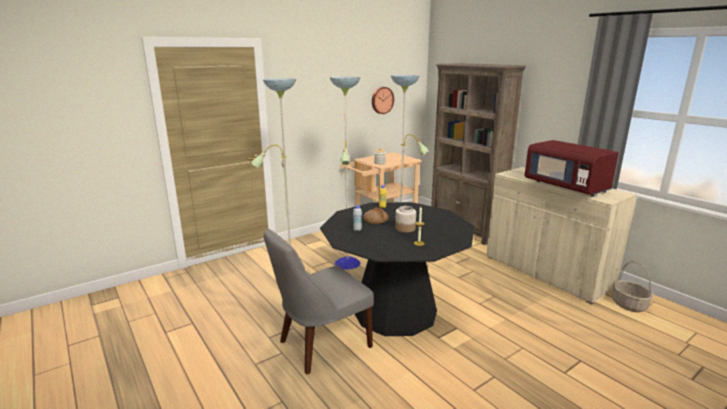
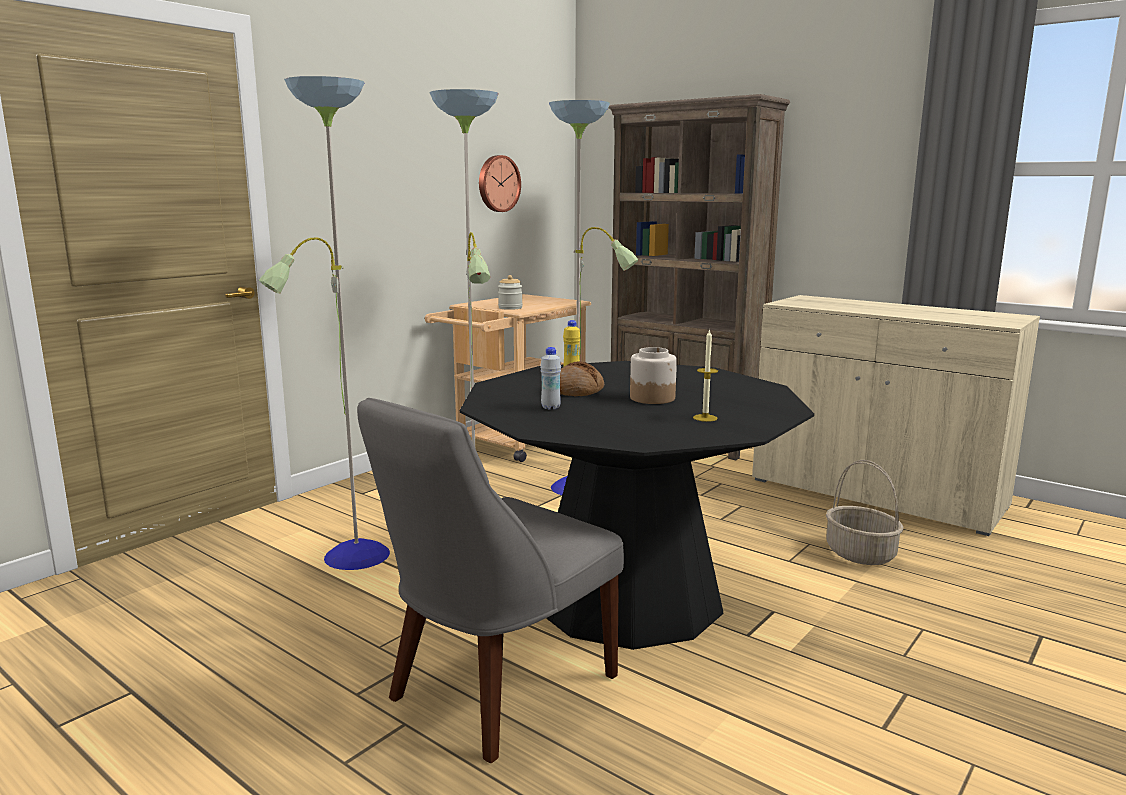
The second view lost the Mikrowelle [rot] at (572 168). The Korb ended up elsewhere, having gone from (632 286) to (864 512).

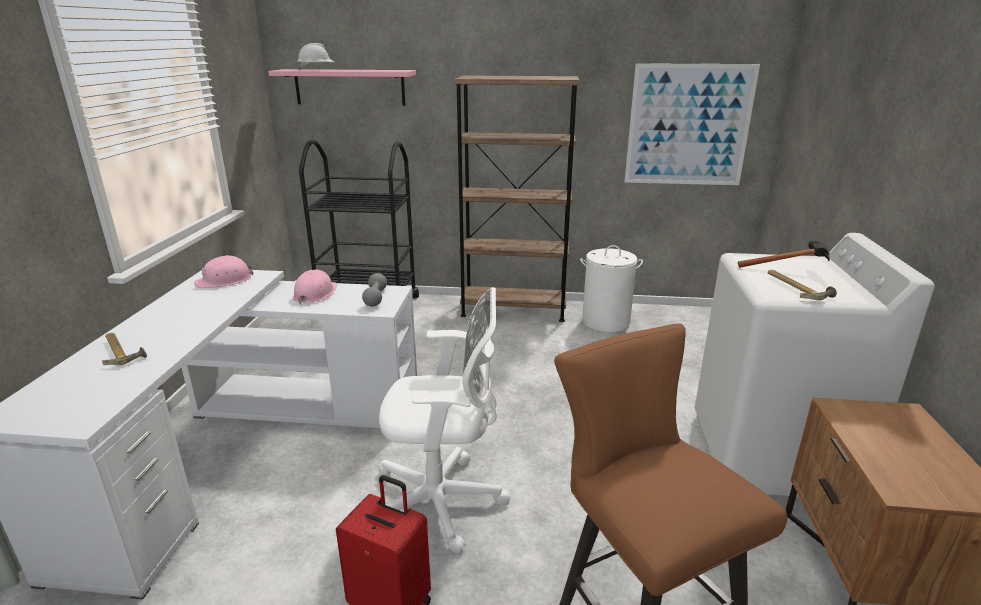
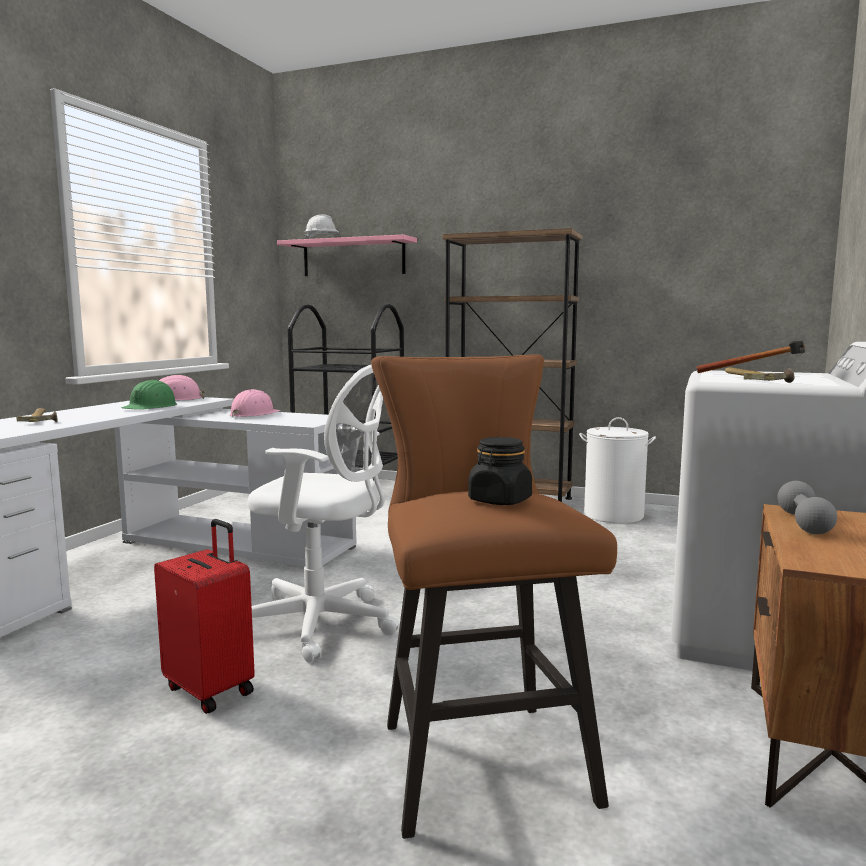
The second view lost the Bild at (692 124). The Hantel [grau] ended up elsewhere, having gone from (374 290) to (807 507). The second view gained the Schutzhelm [grün] at (149 395). The second view gained the Vorratsglas [schwarz] at (500 471).

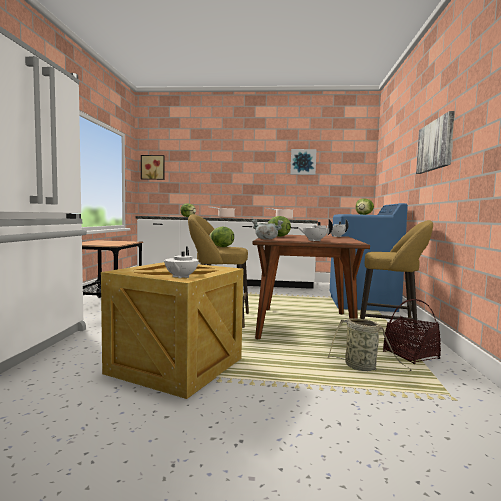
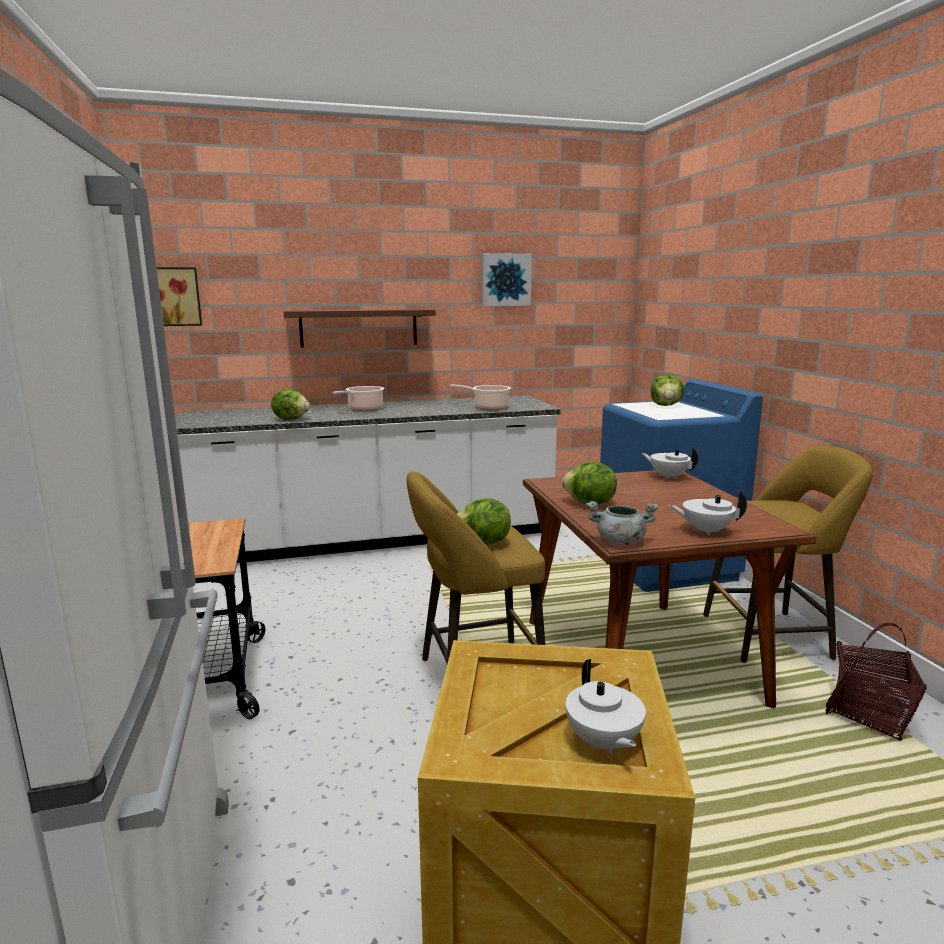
The second view lost the Bild at (435 142). The second view lost the Korb at (370 345). The second view gained the Wandregal [braun] at (360 328).

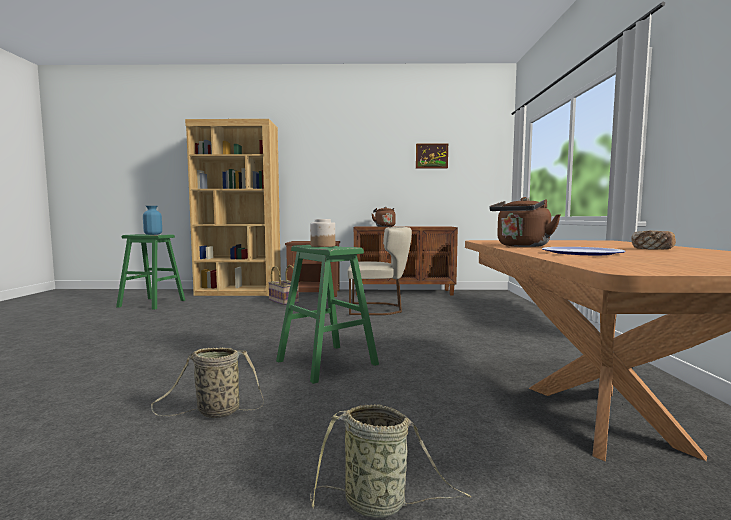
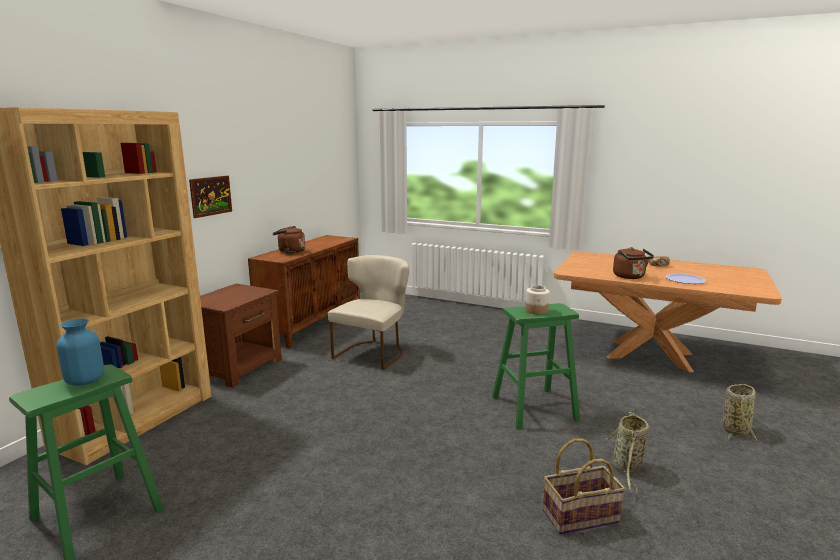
The Bild ended up elsewhere, having gone from (432 155) to (210 197). The Korb ended up elsewhere, having gone from (283 285) to (584 486).

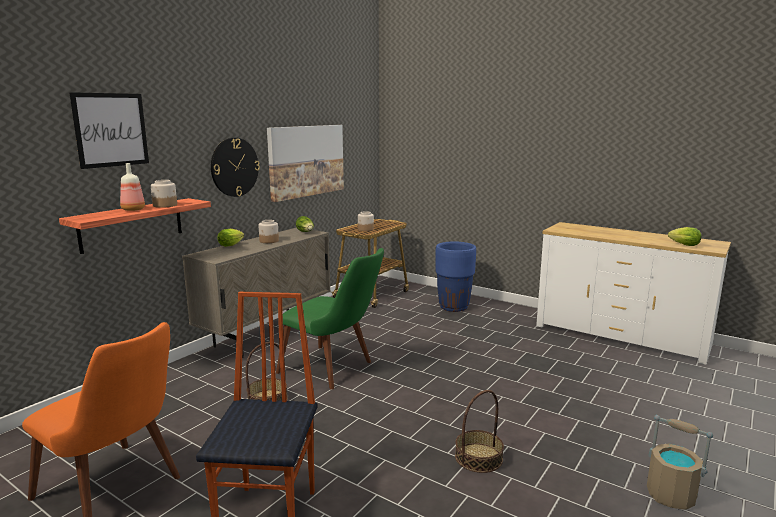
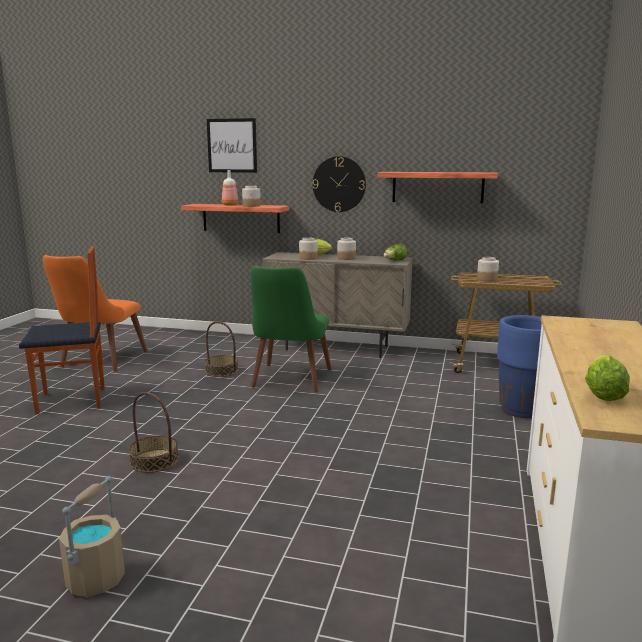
Where the Bild hung at (305 163), the Wandregal came to hang at (437 188). The second view gained the Vorratsglas at (308 248).

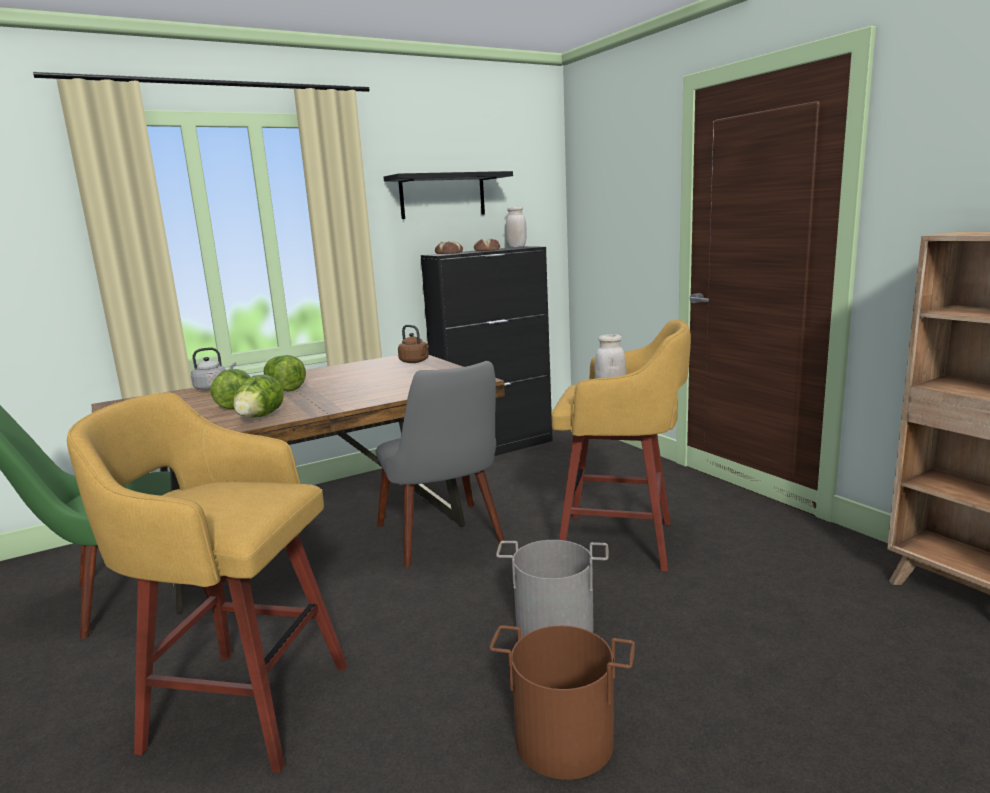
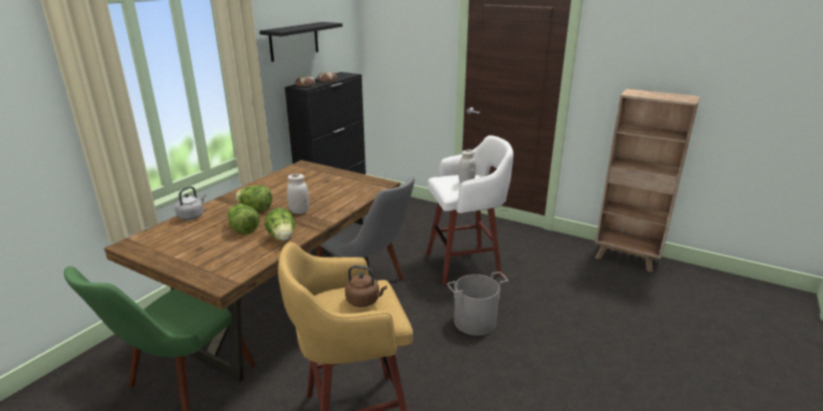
The Vorratsglas [weiß] ended up elsewhere, having gone from (516 227) to (298 194). What was the Hocker [gelb] at (621 446) turned into the Hocker [weiß] at (469 210). The Wasserkessel [braun] ended up elsewhere, having gone from (413 344) to (366 286). The second view lost the Eimer [braun] at (562 702).

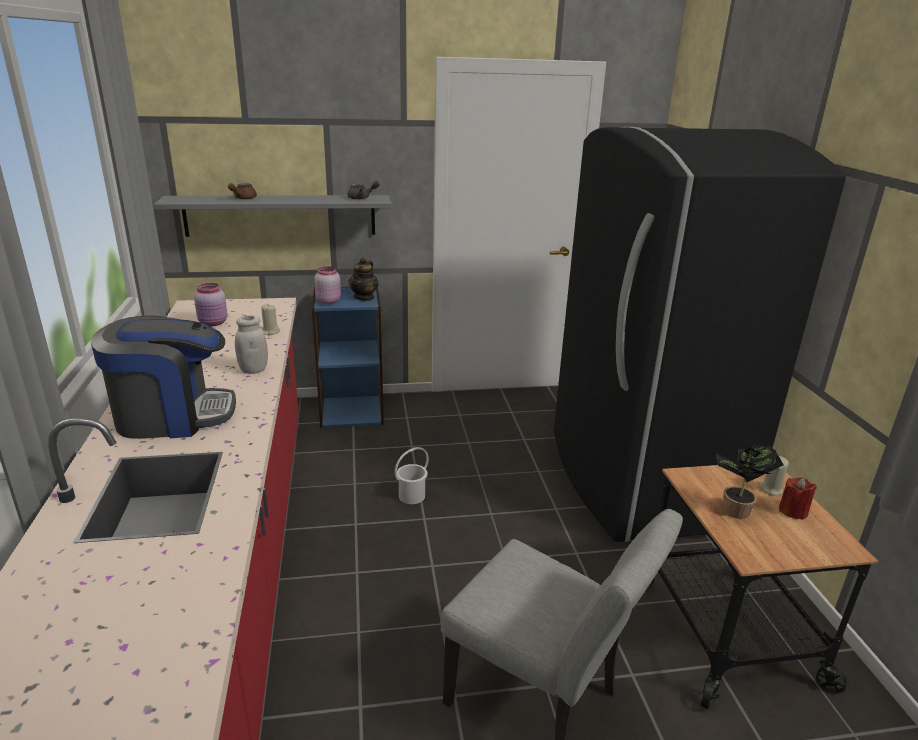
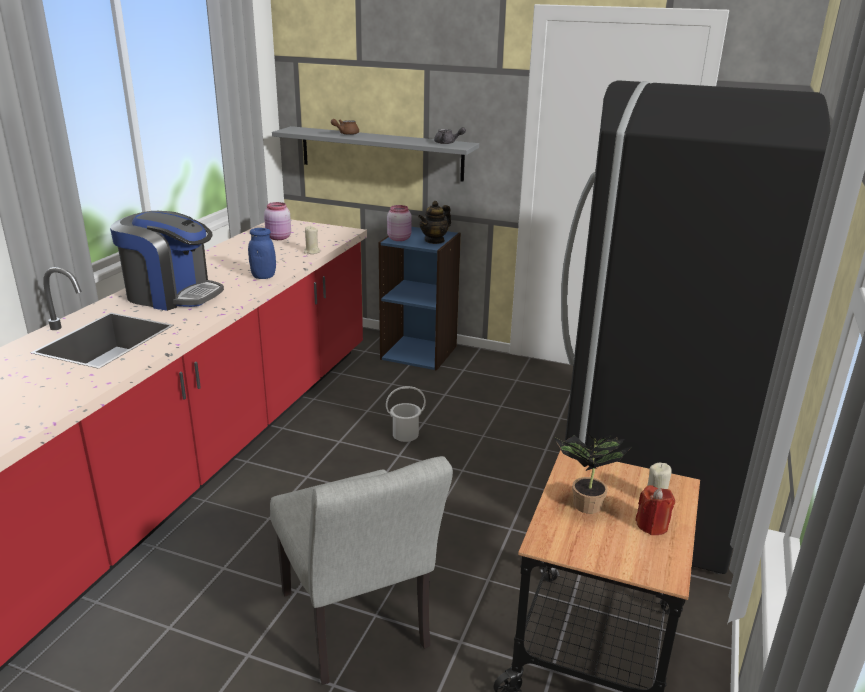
What was the Vorratsglas [weiß] at (251 345) turned into the Vorratsglas [blau] at (262 253).

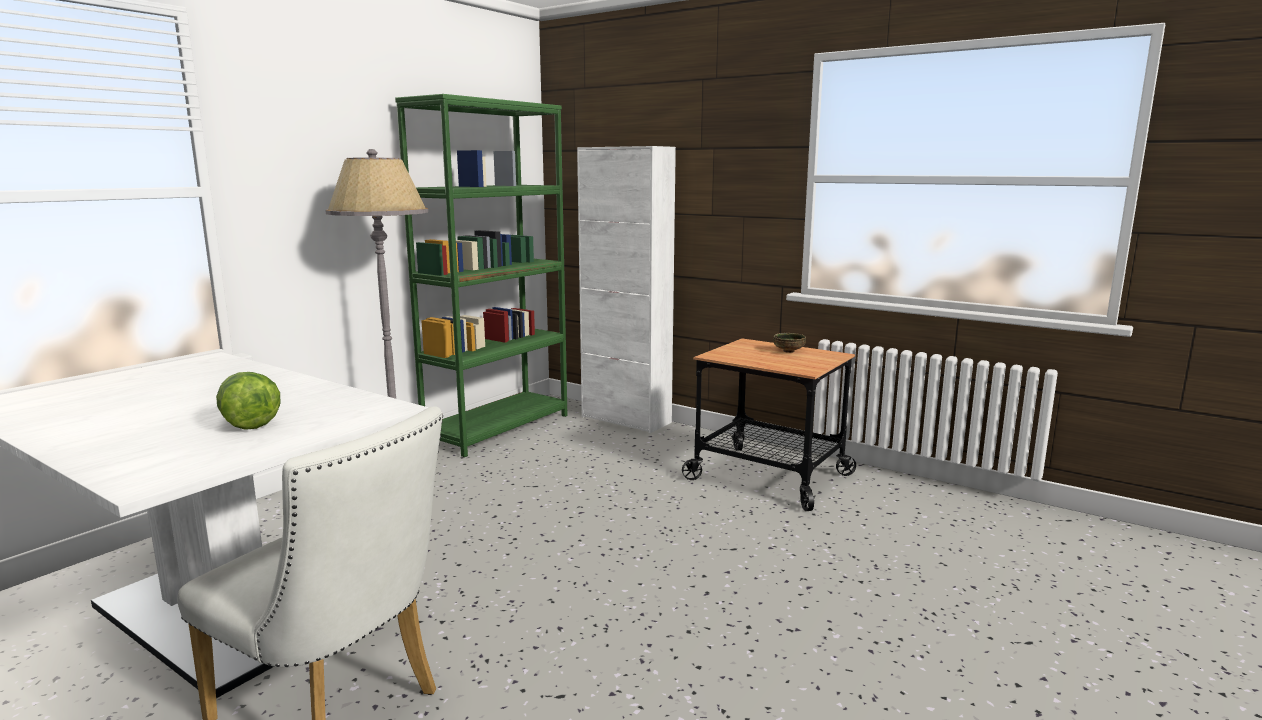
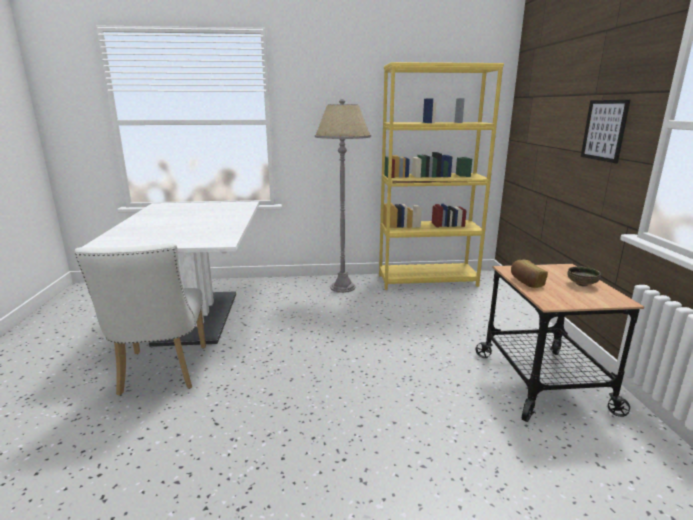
What was the Bücherregal [grün] at (481 275) turned into the Bücherregal [gelb] at (441 176). The second view lost the Schrank [weiß] at (626 289). The second view lost the Salatkopf at (248 401). The second view gained the Bild at (605 131). The second view gained the Brot at (529 273).

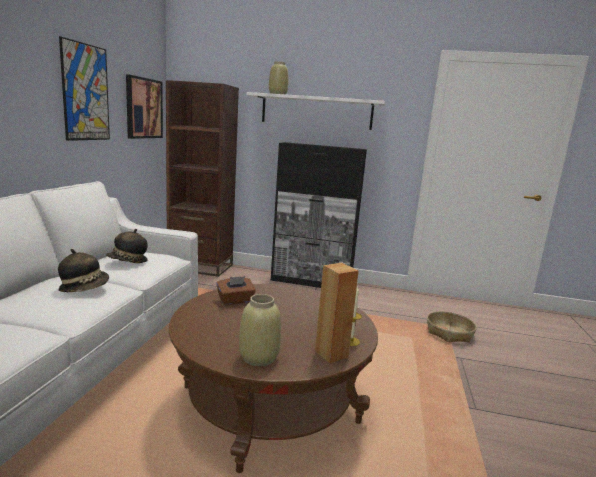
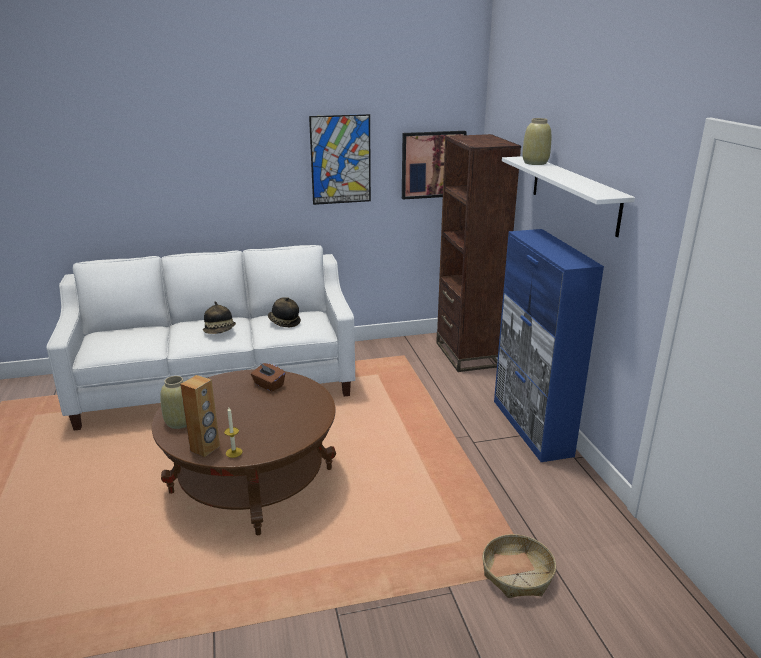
What was the Schrank [schwarz] at (319 215) turned into the Schrank [blau] at (549 345).

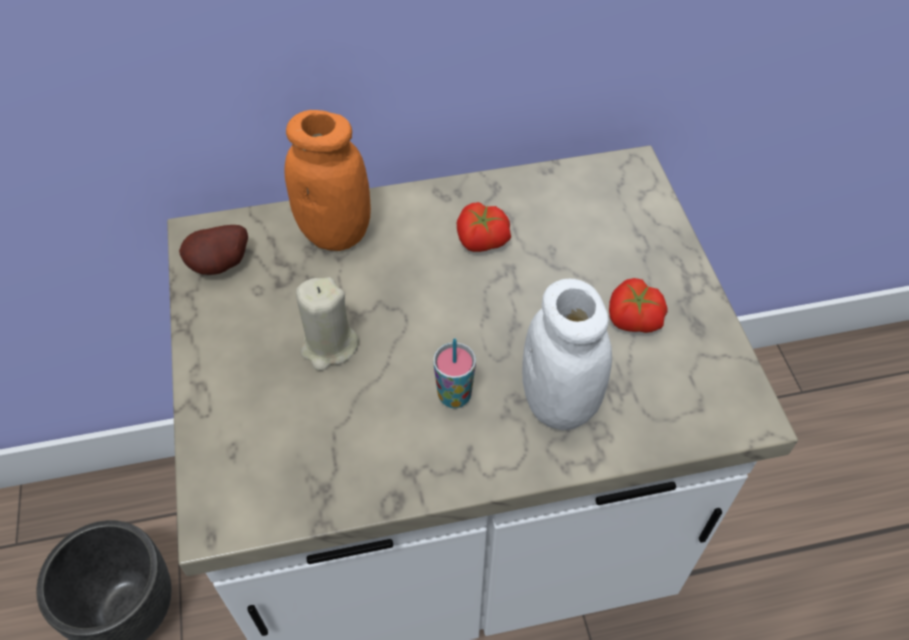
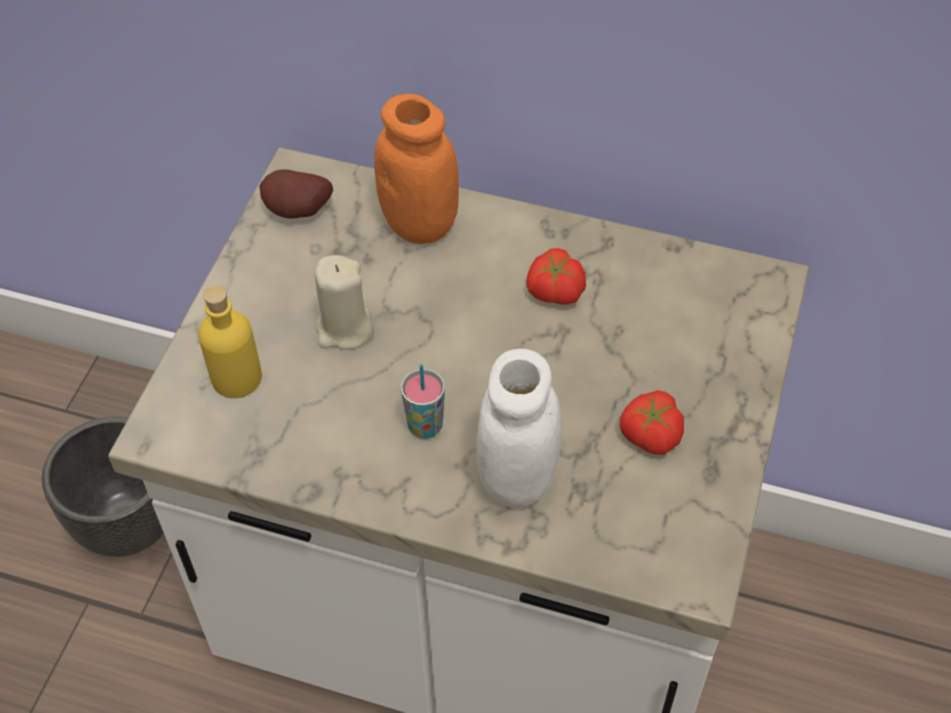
The second view gained the Flasche [gelb] at (230 341).

